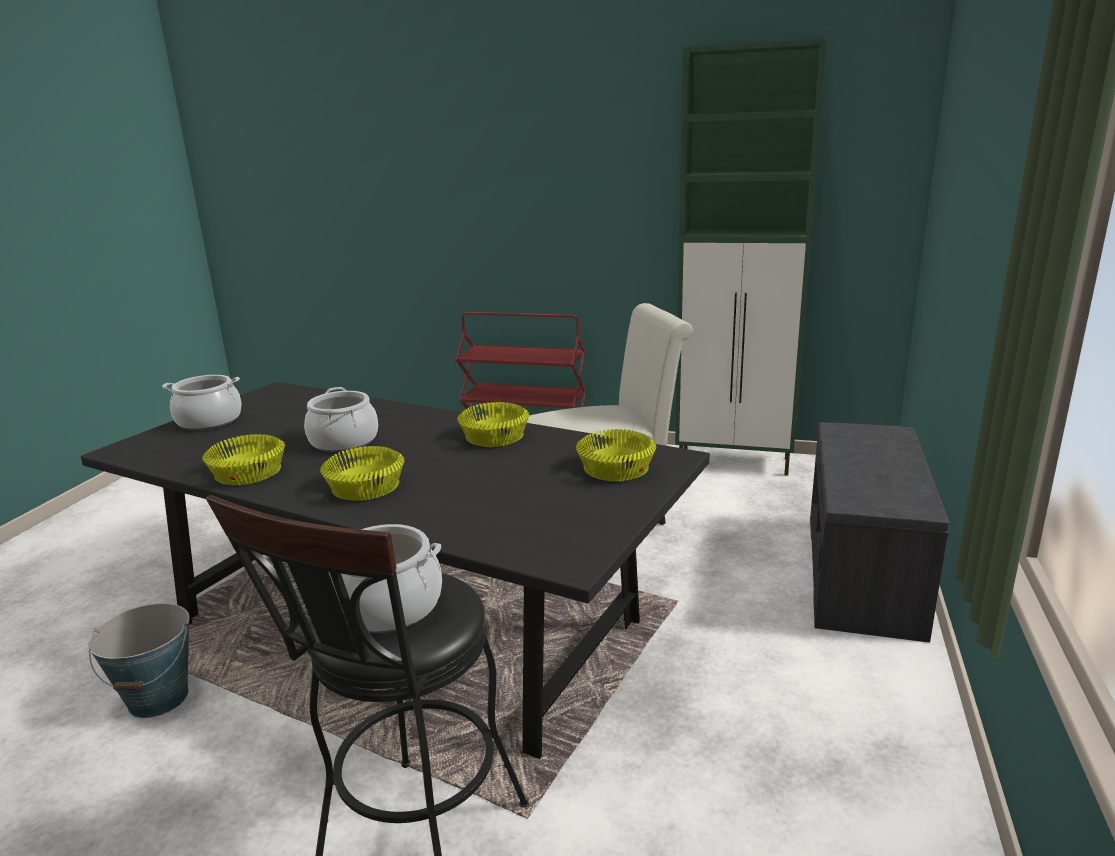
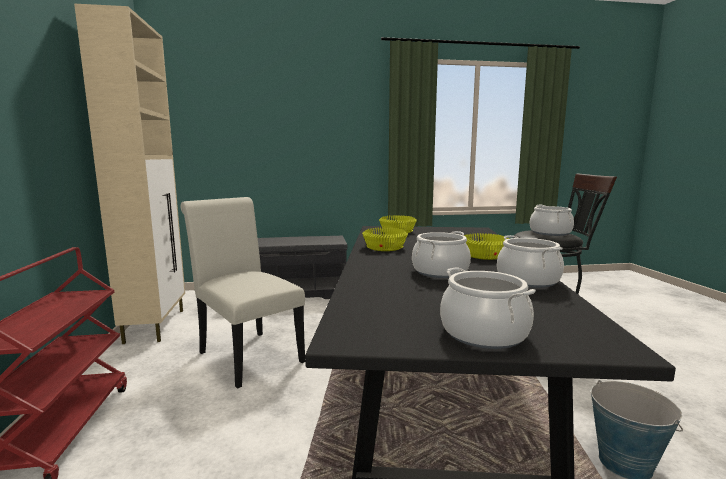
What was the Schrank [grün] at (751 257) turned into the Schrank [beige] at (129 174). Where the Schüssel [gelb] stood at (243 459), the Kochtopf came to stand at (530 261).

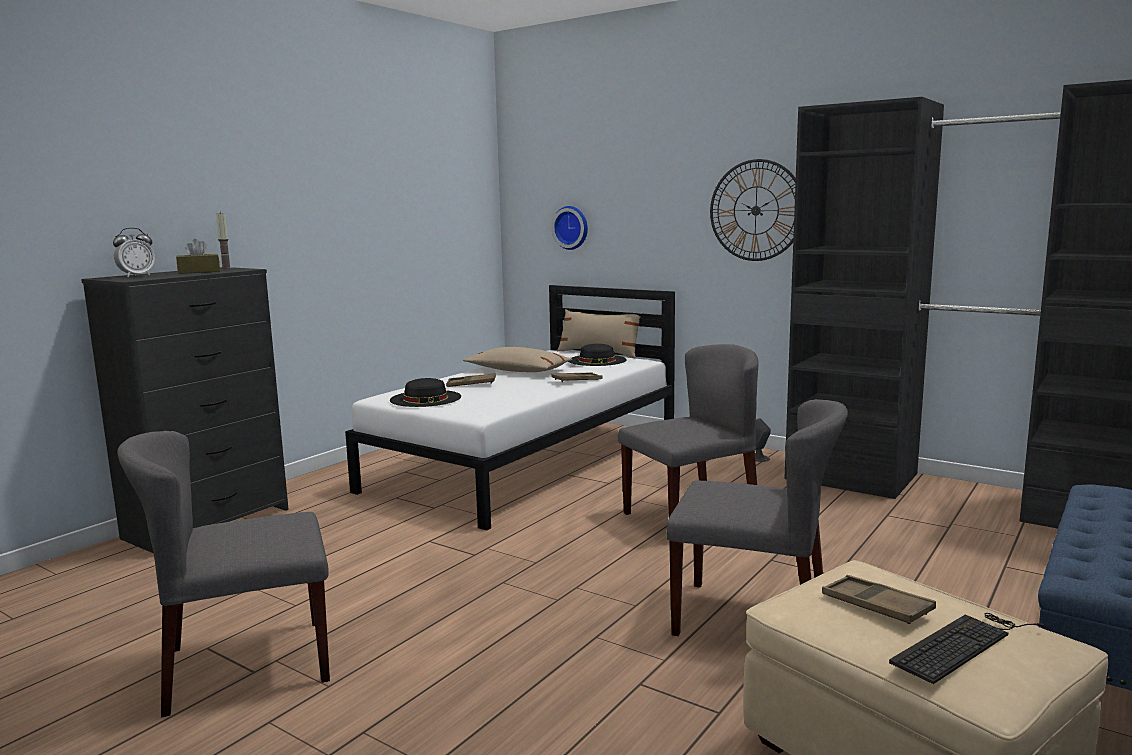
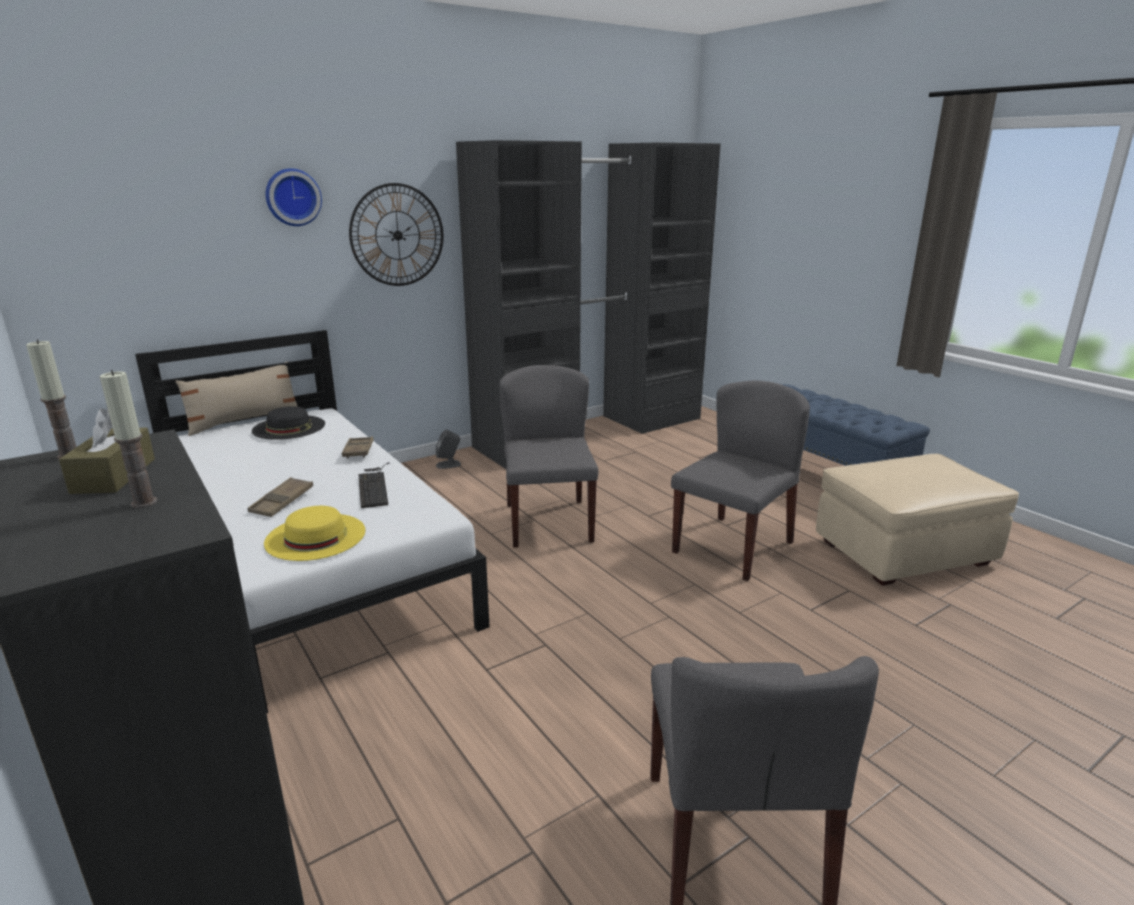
The Wanduhr ended up elsewhere, having gone from (569 228) to (294 197). The second view lost the Wecker at (134 252). The second view lost the Kissen [beige] at (517 359). What was the Hut [schwarz] at (425 392) turned into the Hut [gelb] at (314 533). The second view lost the Tablett [braun] at (879 599). The Tastatur ended up elsewhere, having gone from (966 648) to (374 485). The second view gained the Kerze at (128 439).

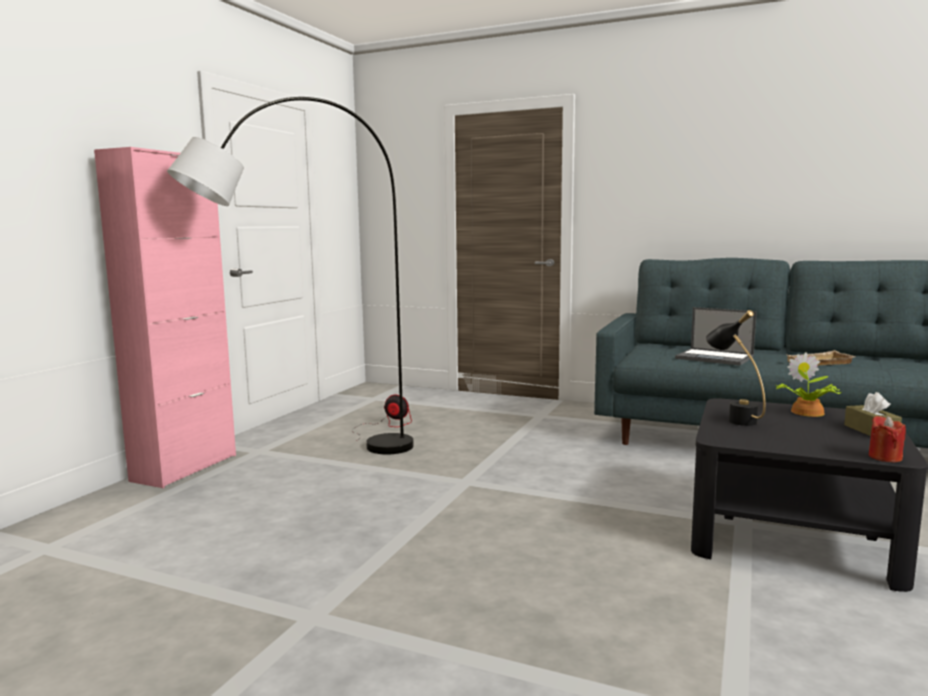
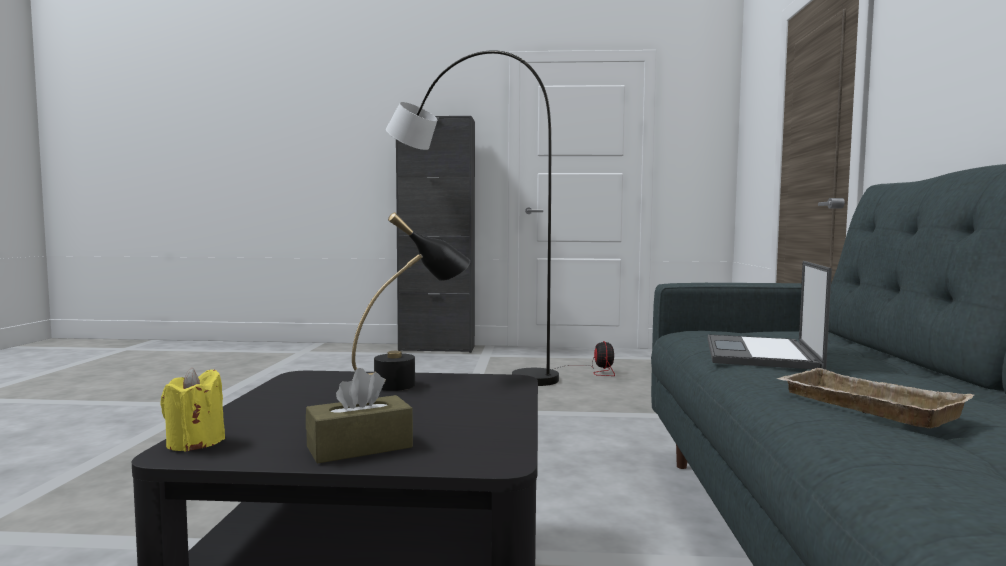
What was the Schrank [rosa] at (165 317) turned into the Schrank [schwarz] at (435 234). The second view lost the Topfpflanze at (808 384). What was the Kerze [rot] at (887 439) turned into the Kerze [gelb] at (192 409).

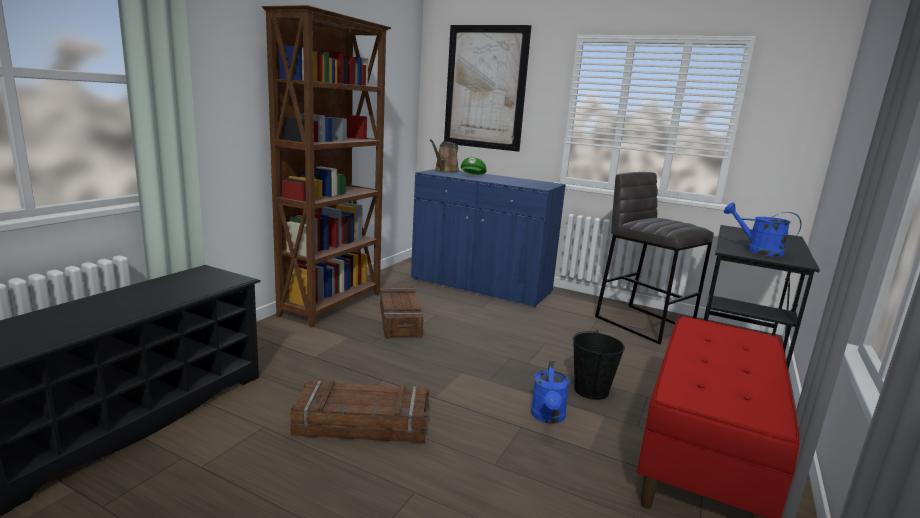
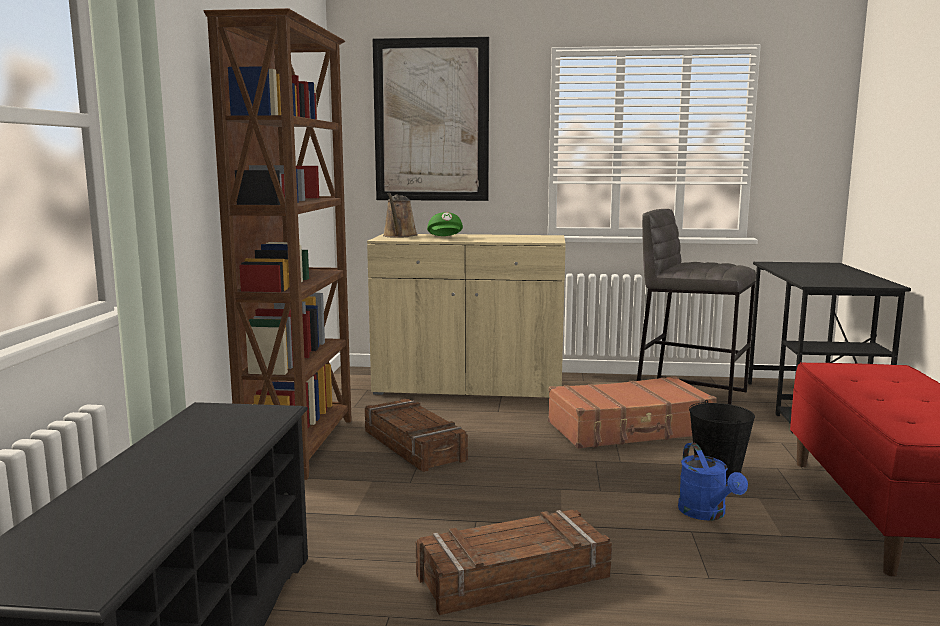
What was the Schrank [blau] at (488 238) turned into the Schrank [beige] at (466 315). The second view lost the Gießkanne [blau] at (763 230). The second view gained the Koffer [braun] at (632 412).

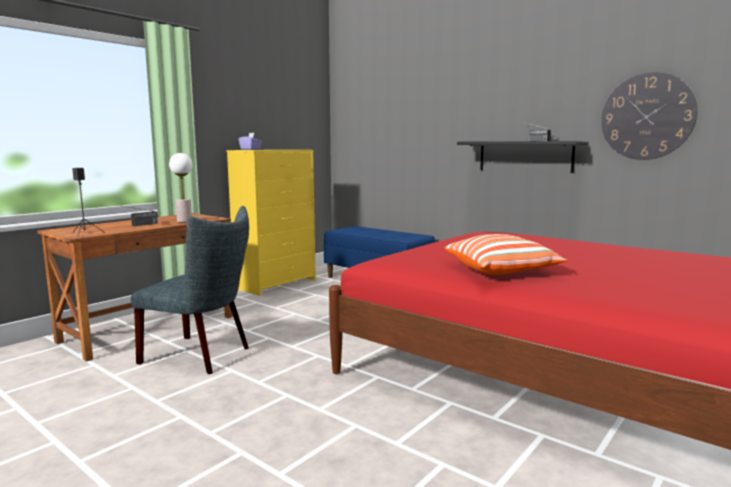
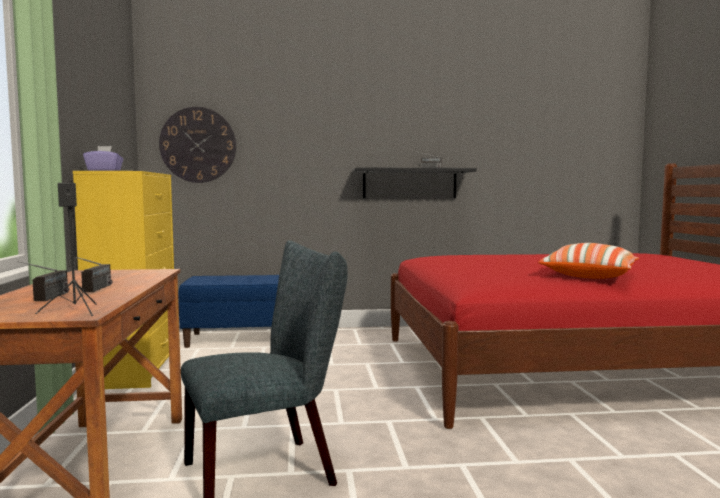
The Wanduhr ended up elsewhere, having gone from (649 116) to (197 145). The second view lost the Tischlampe at (180 187). The second view gained the Radio at (43 281).

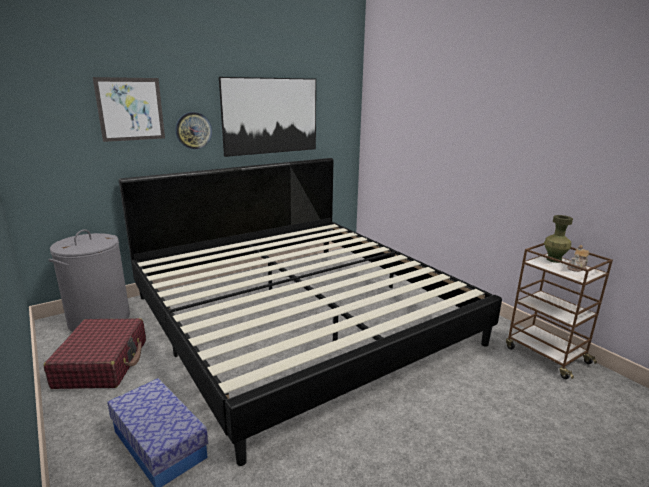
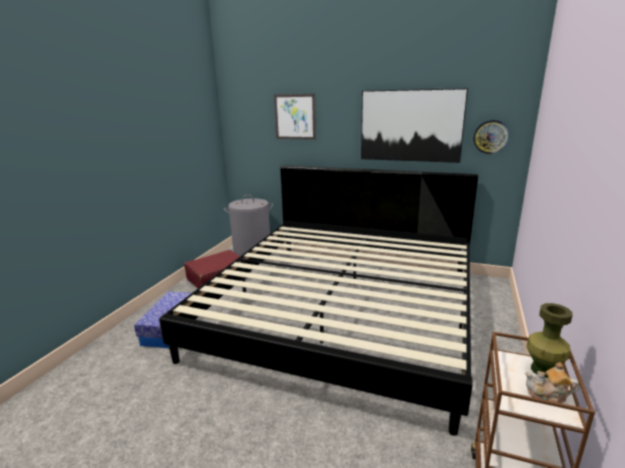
The Wanduhr ended up elsewhere, having gone from (194 130) to (491 137).

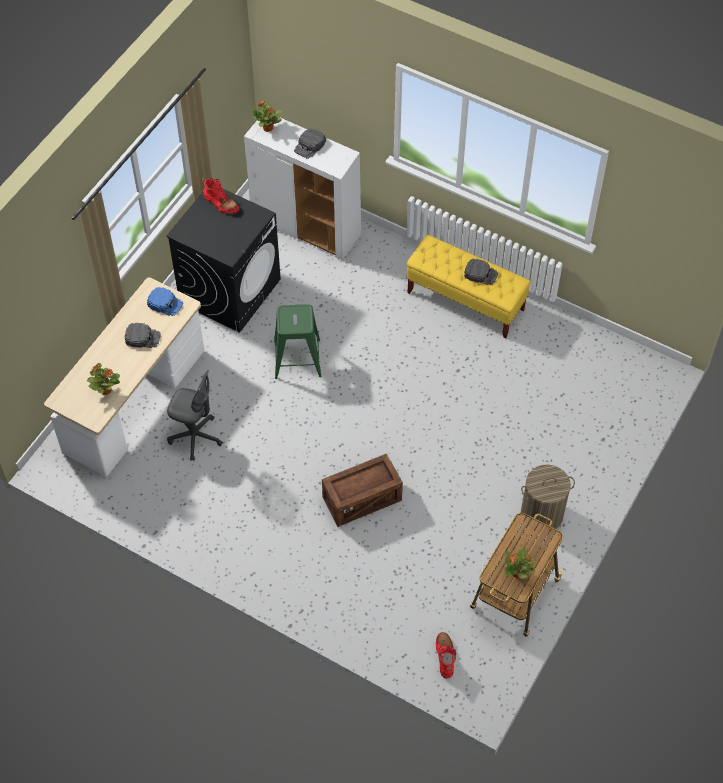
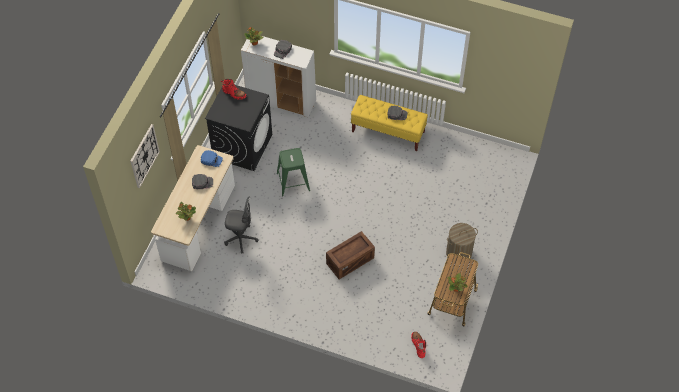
The second view gained the Wanduhr at (145 156).

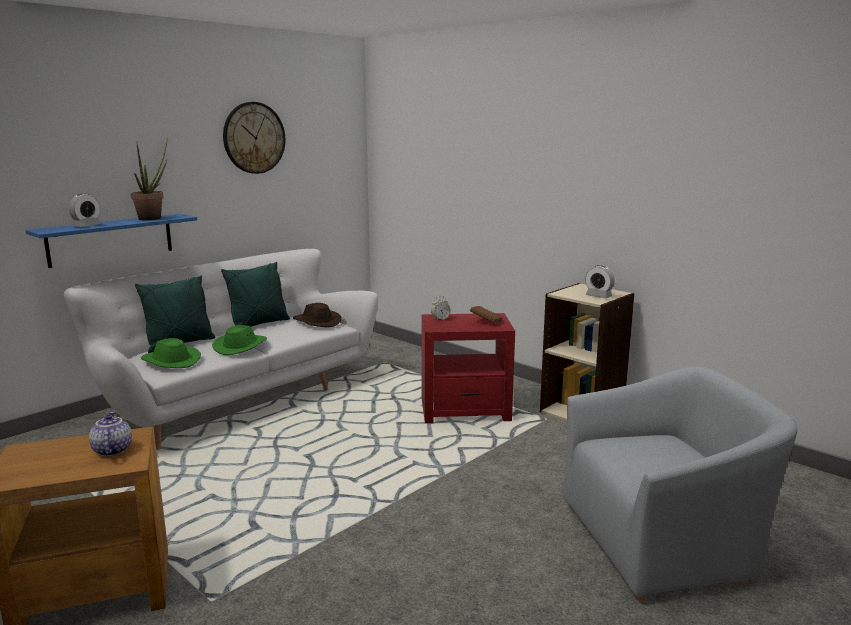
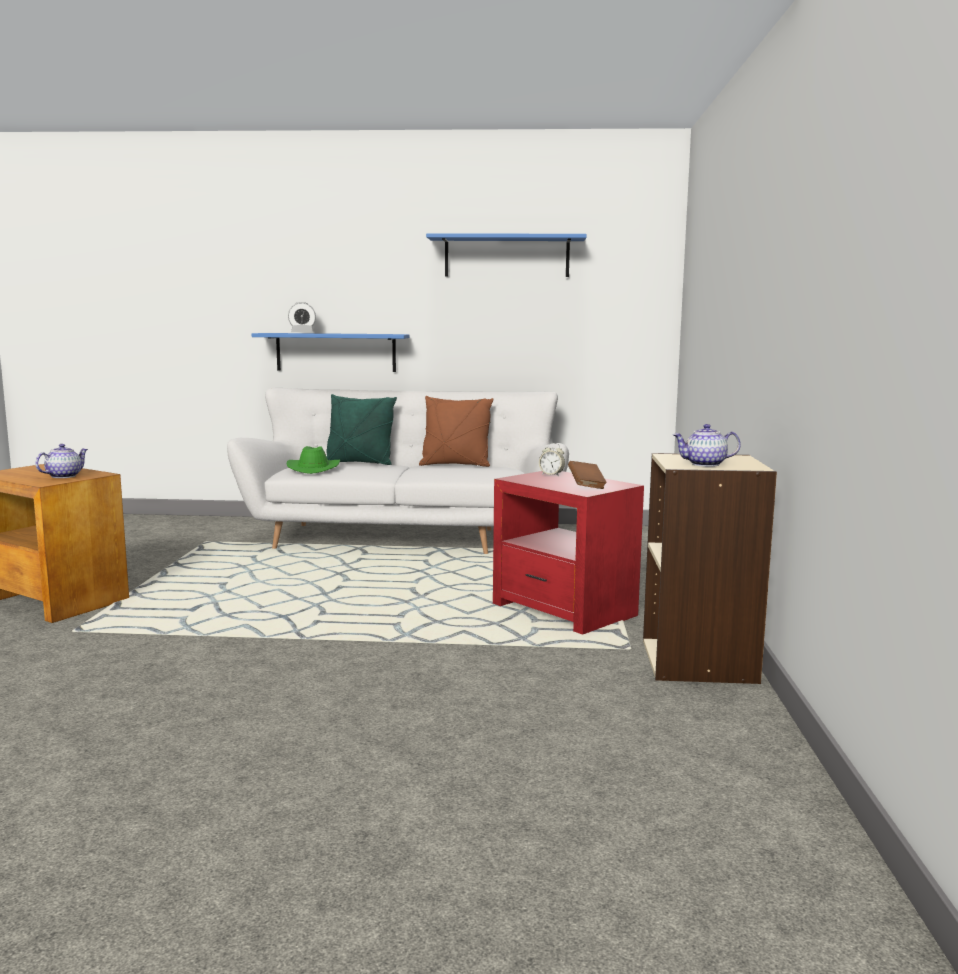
Where the Wanduhr hung at (254 138), the Wandregal [blau] came to hang at (506 255). The second view lost the Topfpflanze at (149 179). What was the Kissen [grün] at (255 294) turned into the Kissen [braun] at (456 431). Where the Wecker stood at (600 281), the Teekanne came to stand at (707 445). The second view lost the Hut [braun] at (317 315). The second view lost the Hut [grün] at (239 340). The second view lost the Sessel [grau] at (680 484).

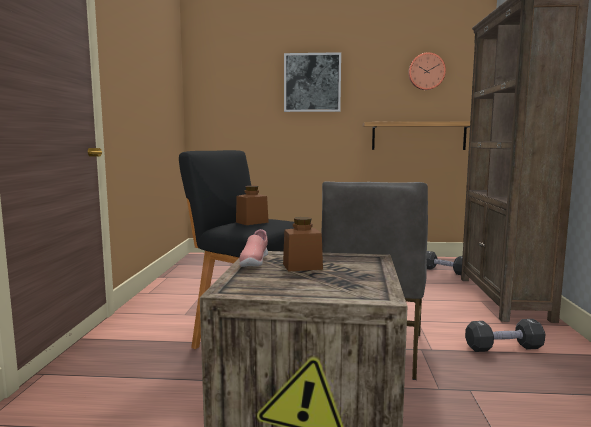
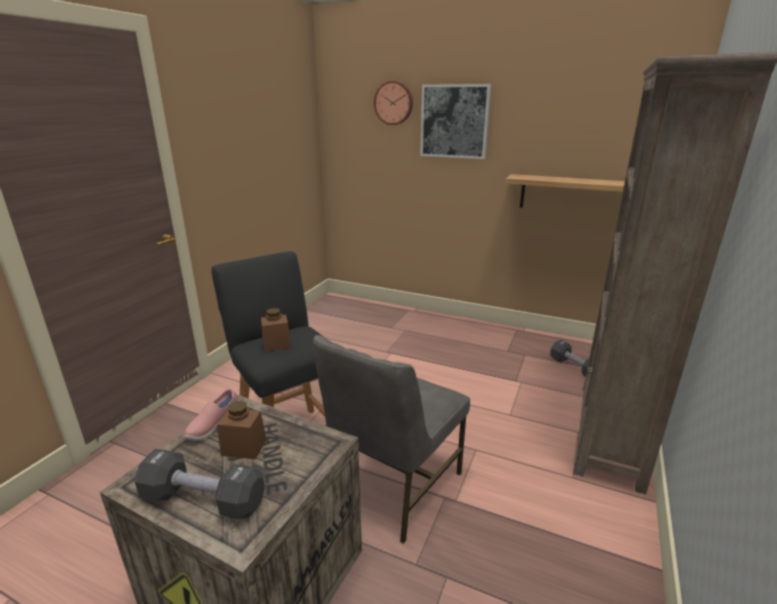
The Wanduhr ended up elsewhere, having gone from (427 71) to (393 103). The Hantel [schwarz] ended up elsewhere, having gone from (505 335) to (200 484).

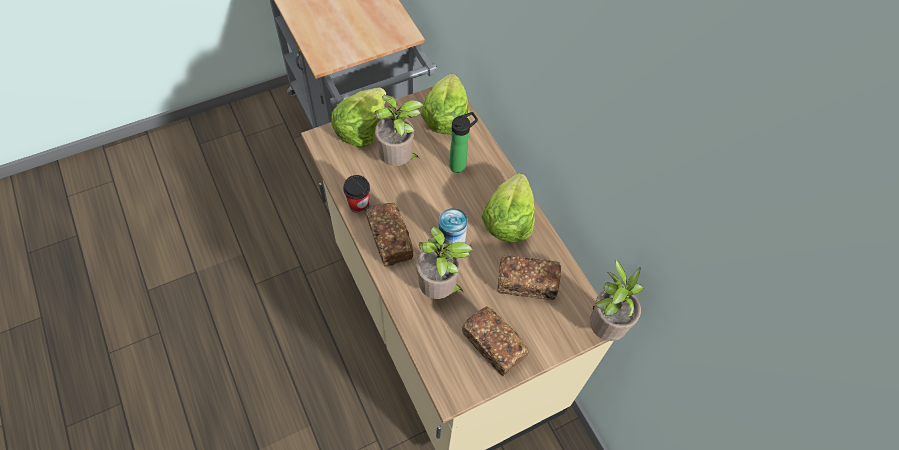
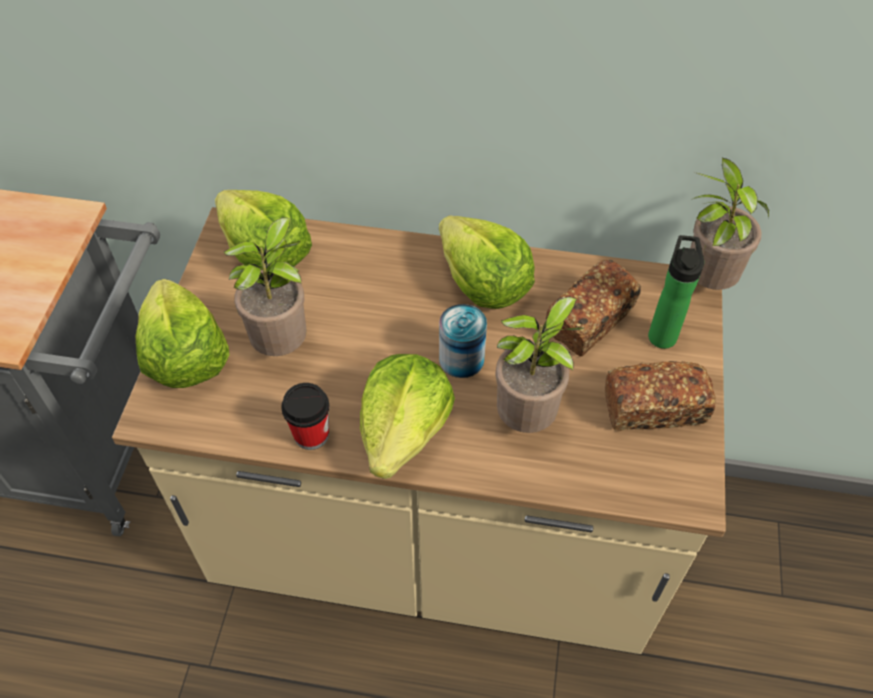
The Flasche ended up elsewhere, having gone from (463 142) to (676 292). Where the Brot stood at (389 235), the Salatkopf came to stand at (407 416).

